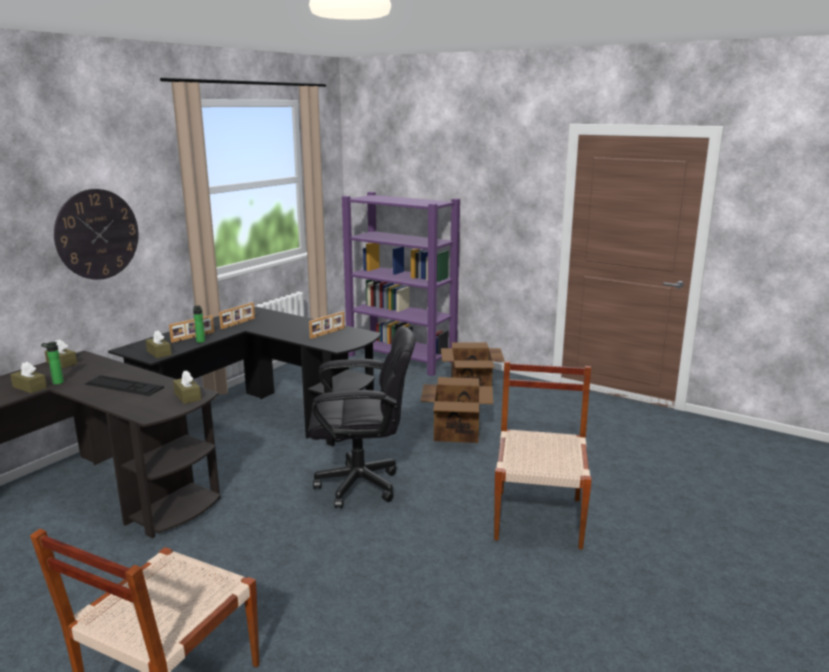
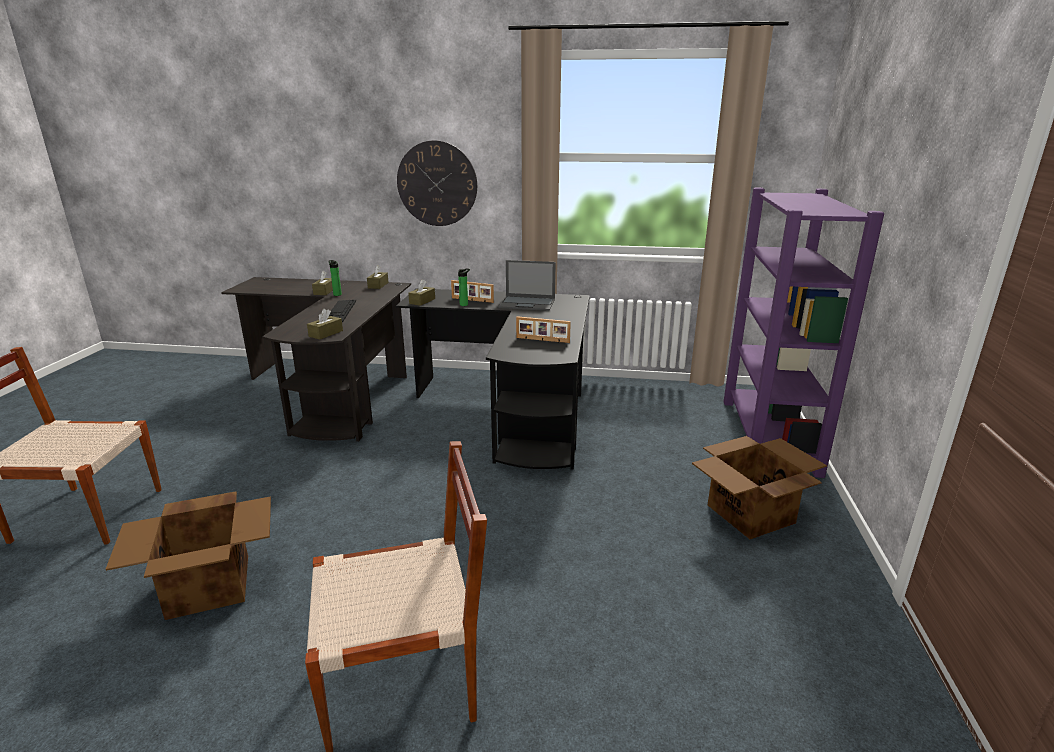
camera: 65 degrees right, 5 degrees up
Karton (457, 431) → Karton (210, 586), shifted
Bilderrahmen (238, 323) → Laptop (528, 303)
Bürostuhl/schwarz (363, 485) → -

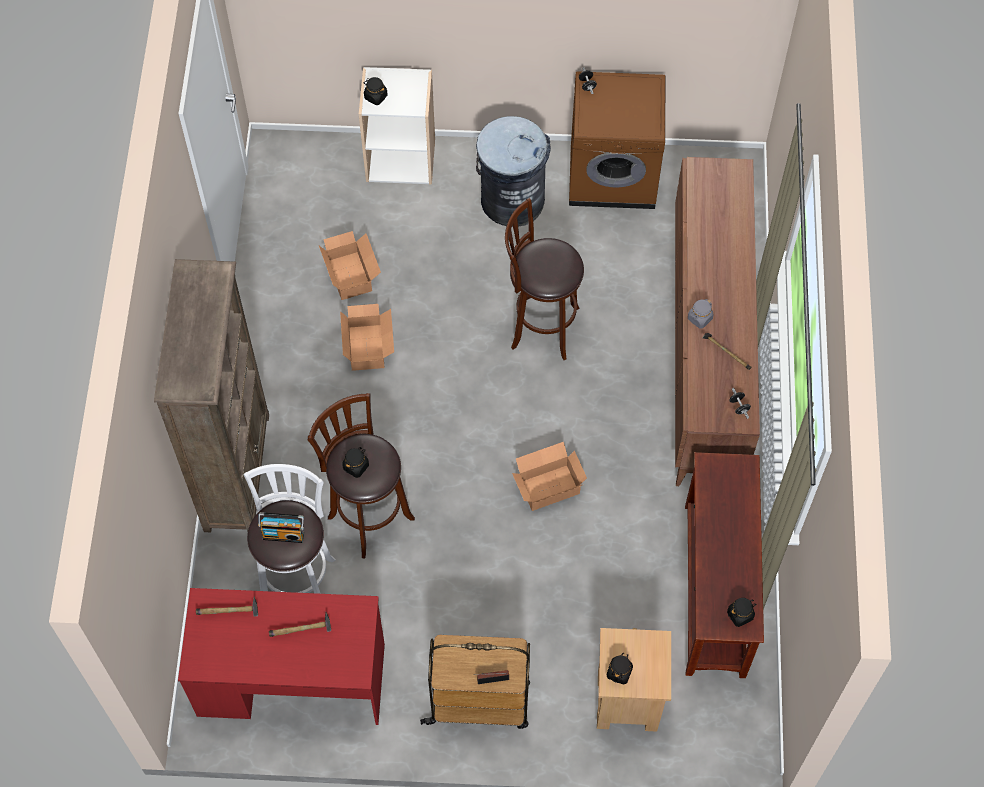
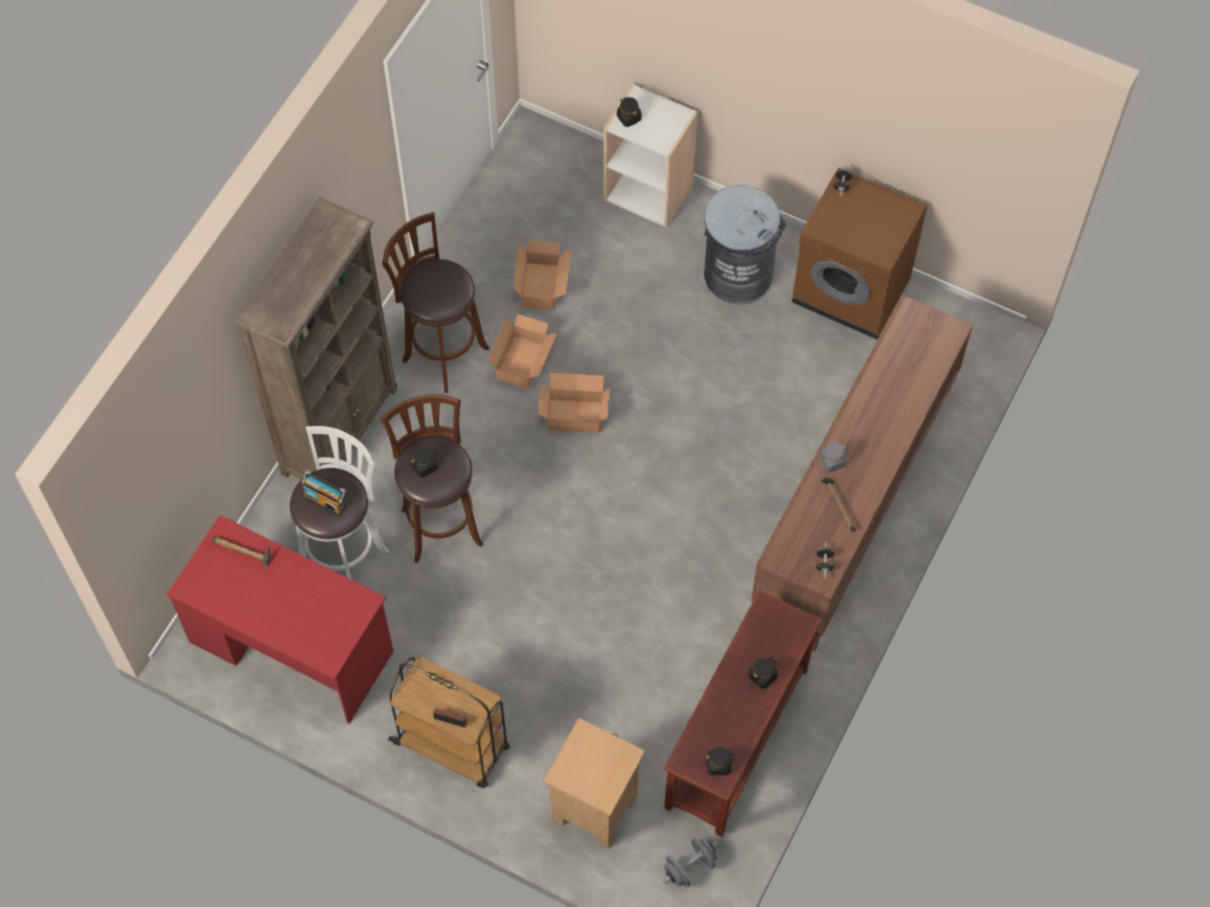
camera: 25 degrees right, 0 degrees up
Hocker/braun (540, 327) → Hocker/braun (442, 352), shifted
Karton (547, 486) → Karton (574, 413), shifted
- → Hantel/grau (690, 867)
Vorratsglas/schwarz (619, 672) → Vorratsglas/schwarz (762, 676), shifted
Hammer (302, 630) → -

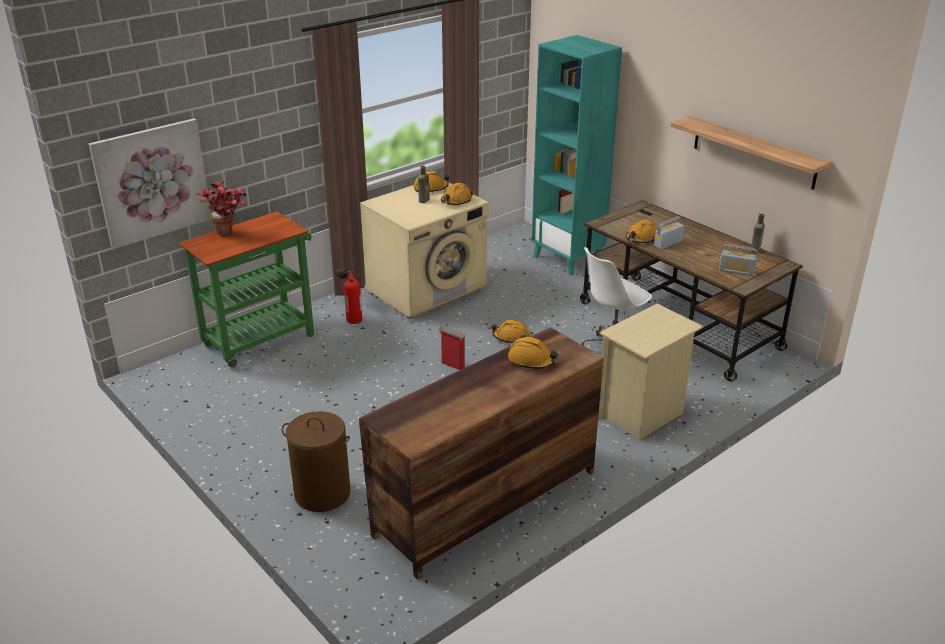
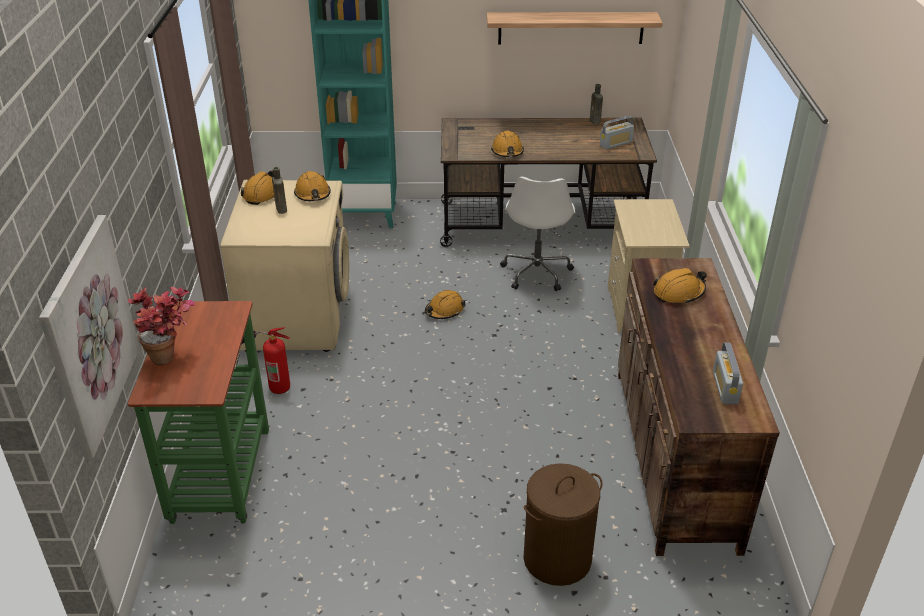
camera: 50 degrees left, 5 degrees up
Radio (668, 243) → Radio (725, 388), shifted
Karton (452, 365) → -

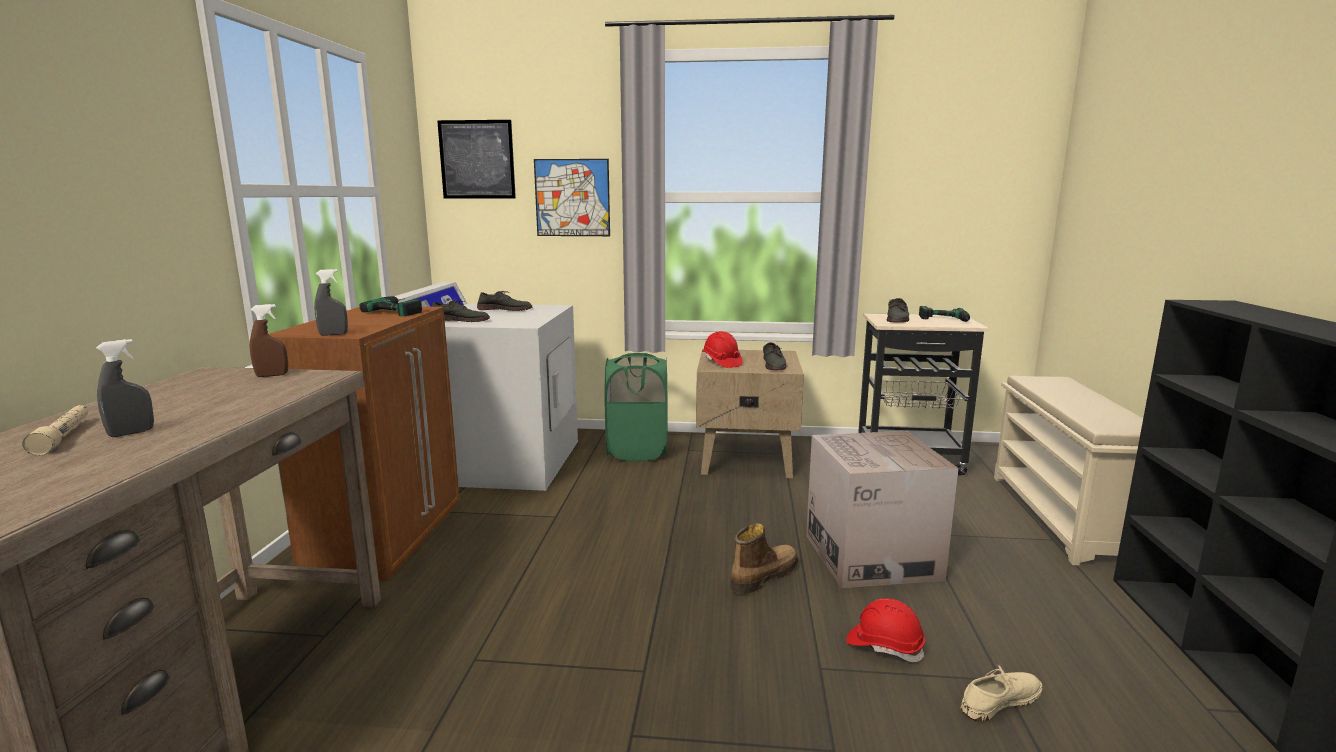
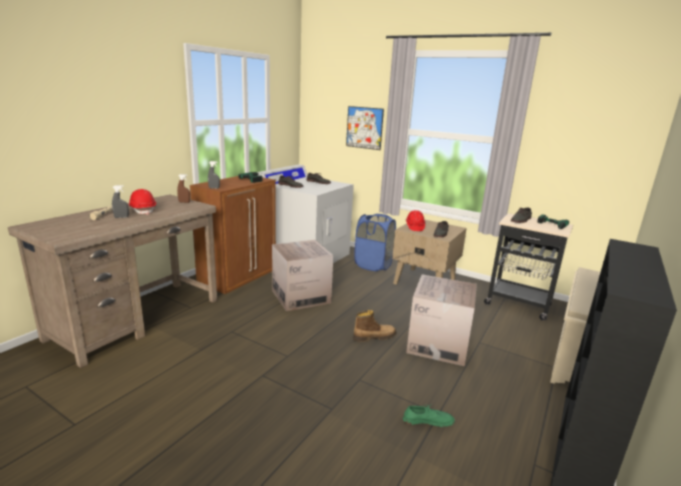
camera: 25 degrees right, 5 degrees up
Schutzhelm/rot (884, 646) → Schutzhelm/rot (143, 210), shifted
- → Karton (301, 296)
Wäschekorb/grün (637, 451) → Wäschekorb/blau (373, 265)
Schuh/beige (1000, 699) → Schuh/grün (428, 420)
Bild (477, 159) → -

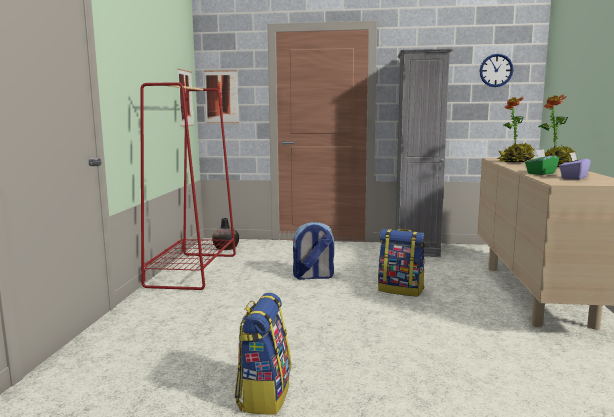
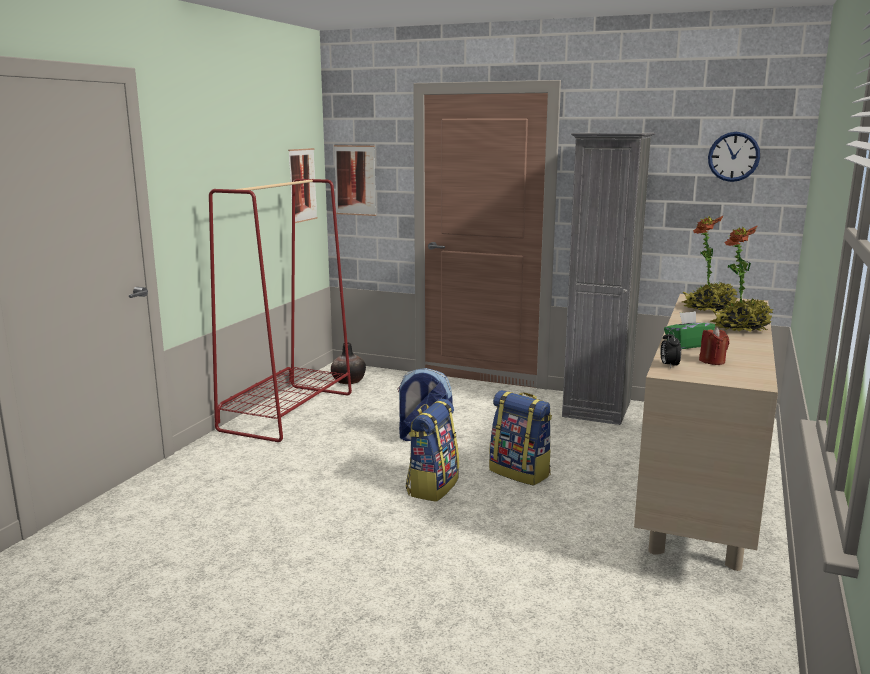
camera: 15 degrees right, 5 degrees up
Rucksack (263, 395) → Rucksack (432, 486), shifted
- → Wecker (669, 366)
Taschentuchbox/lila (573, 178) → Kerze/rot (712, 361)

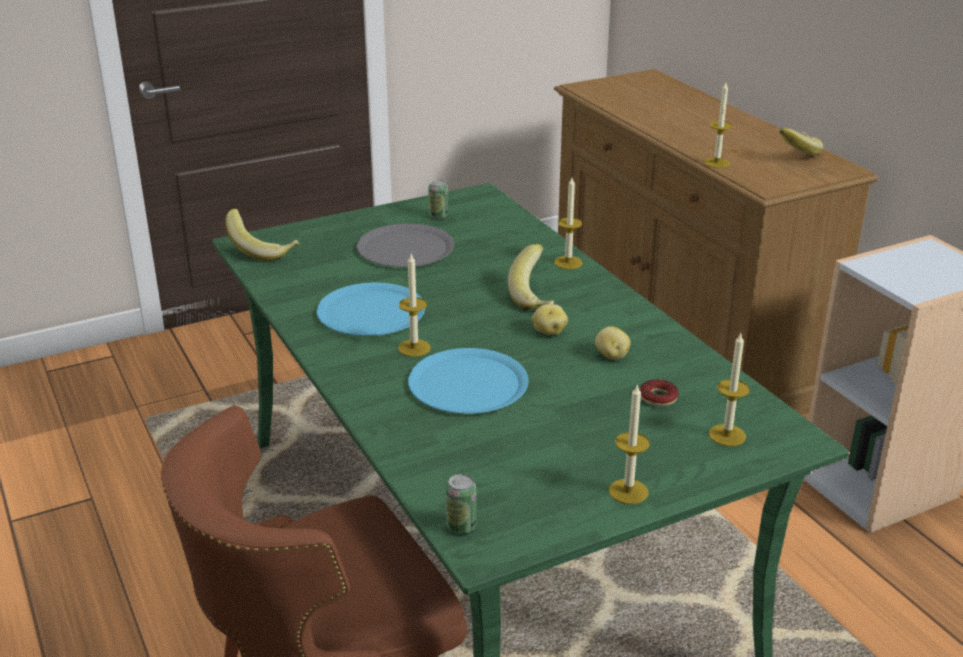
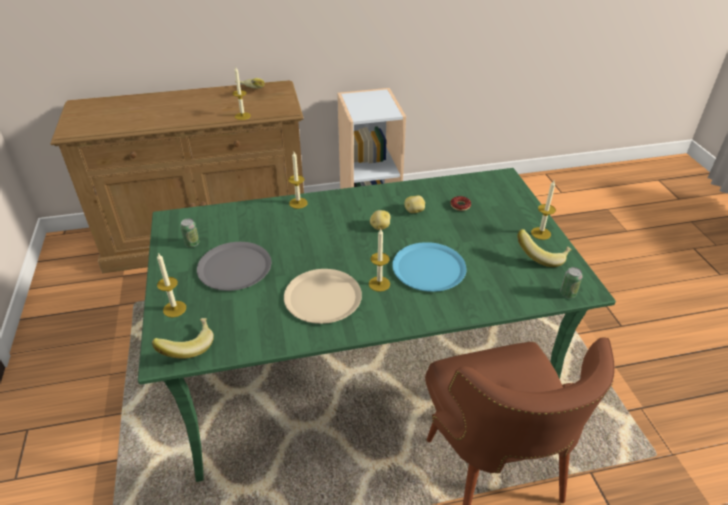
camera: 75 degrees left, 10 degrees up
Kerze (727, 435) → Kerze (174, 309), shifted
Teller/blau (371, 312) → Teller/beige (322, 297)
Banane (537, 297) → Banane (542, 256), shifted

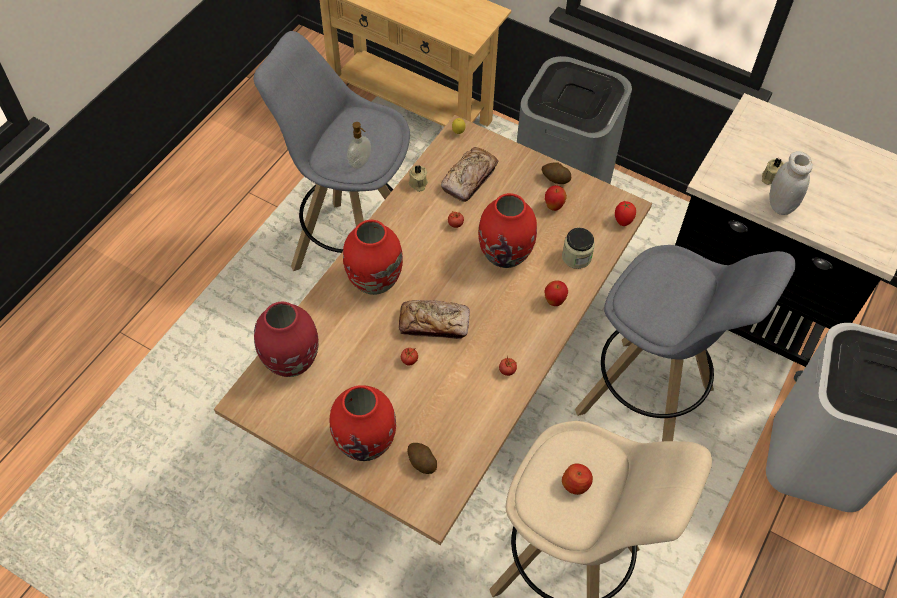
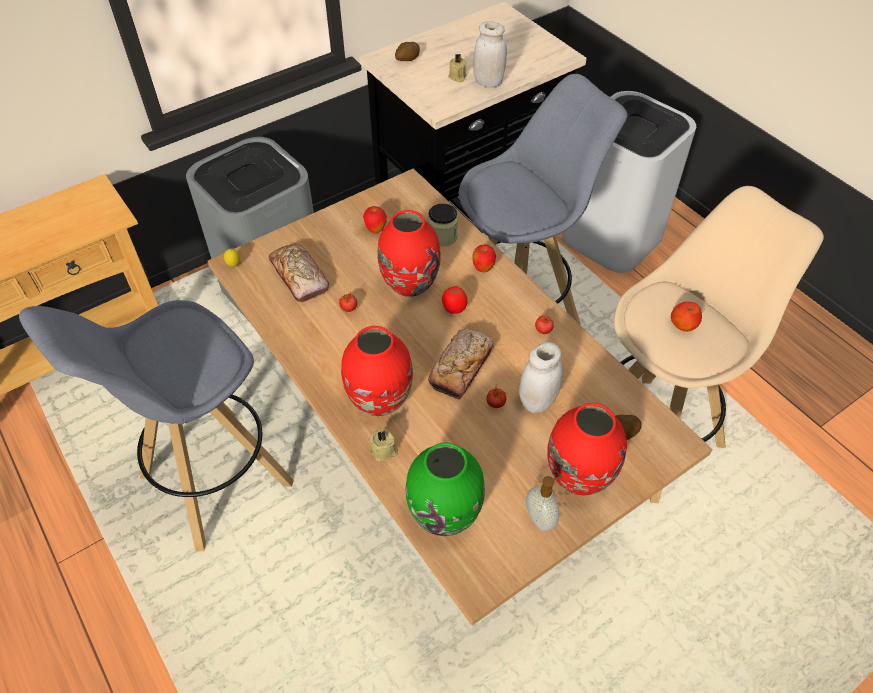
camera: 65 degrees left, 5 degrees down
Kerze/beige (418, 184) → Kerze/beige (384, 451), shifted
Kartoffel (555, 179) → Kartoffel (407, 59), shifted
Vase/rot (292, 361) → Vase/grün (445, 514)
Tomate (623, 221) → Tomate (454, 309), shifted
- → Vorratsglas/weiß (537, 401)
Seifenspender (360, 163) → Seifenspender (541, 518), shifted

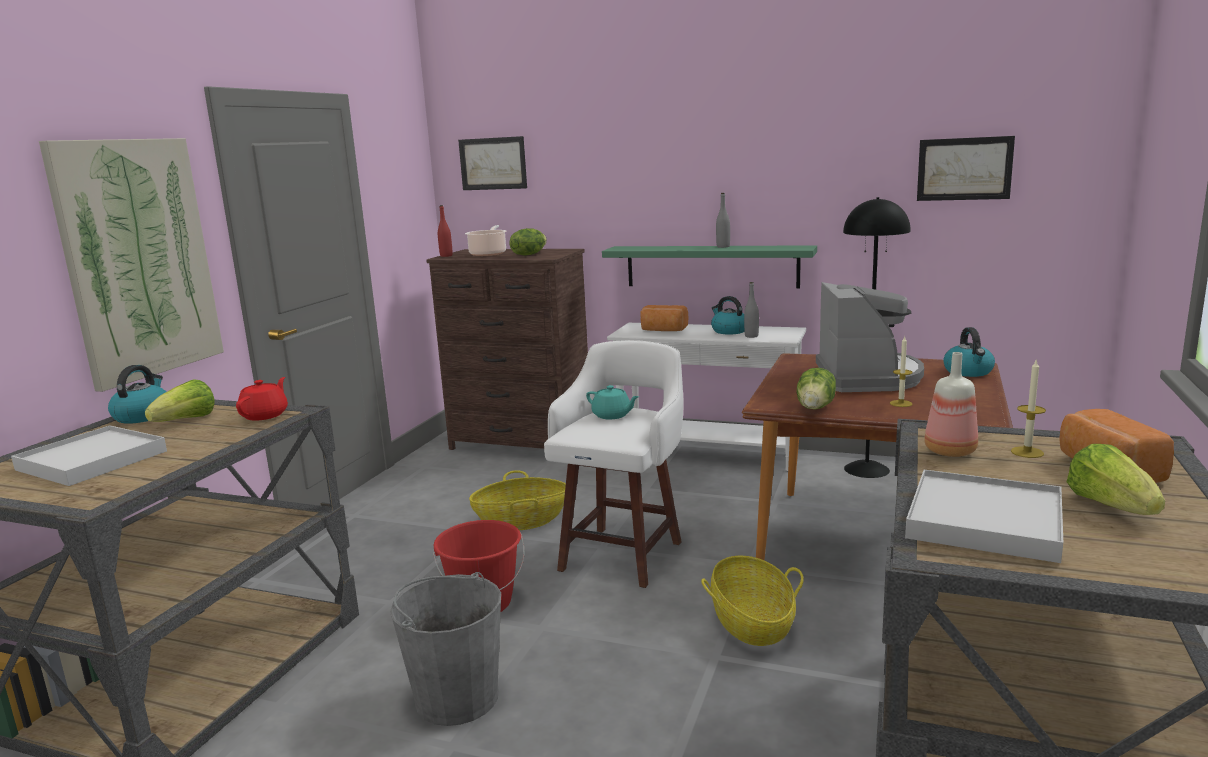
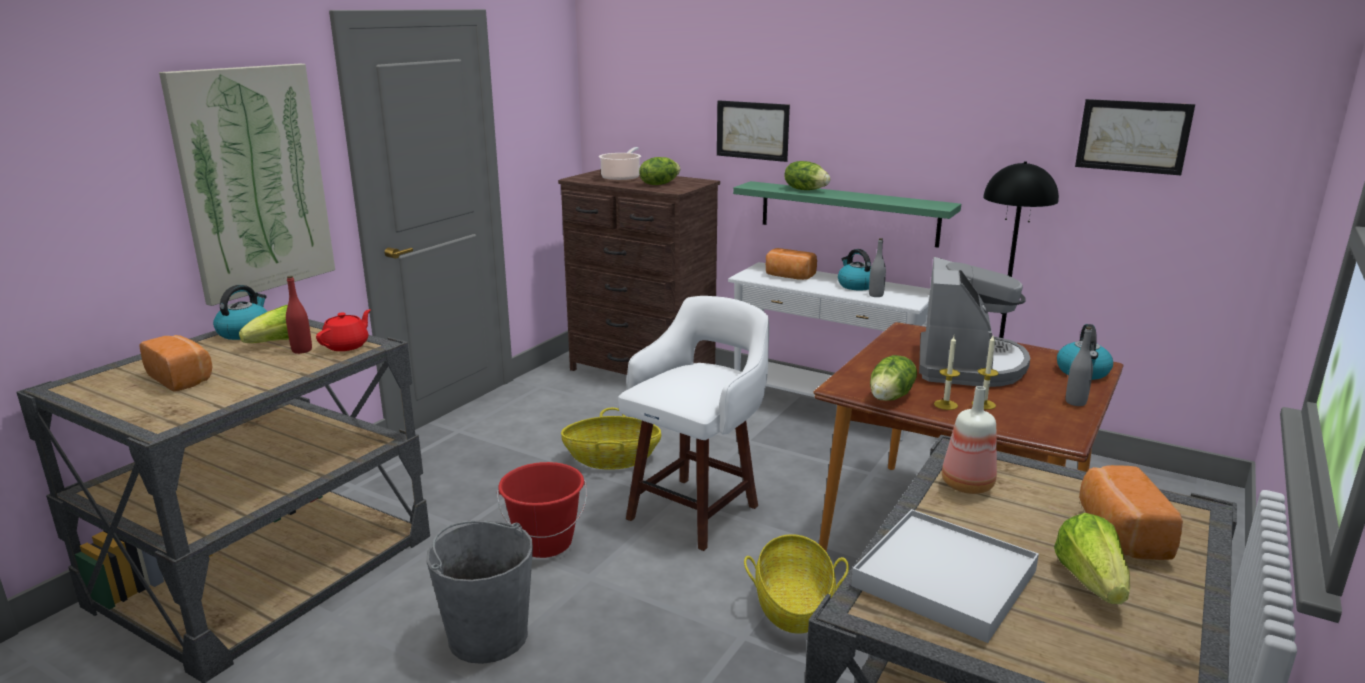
camera: 10 degrees right, 5 degrees up
Tablett/weiß (92, 461) → Brot (182, 378)
Flasche/rot (446, 256) → Flasche/rot (302, 350), shifted
Bild (493, 163) → Bild (752, 130), shifted
- → Salatkopf (805, 190)
Kerze (1027, 452) → Kerze (945, 405), shifted
Flasche/grau (723, 246) → Flasche/grau (1075, 402), shifted
Teekanne/türkis (612, 415) → -

